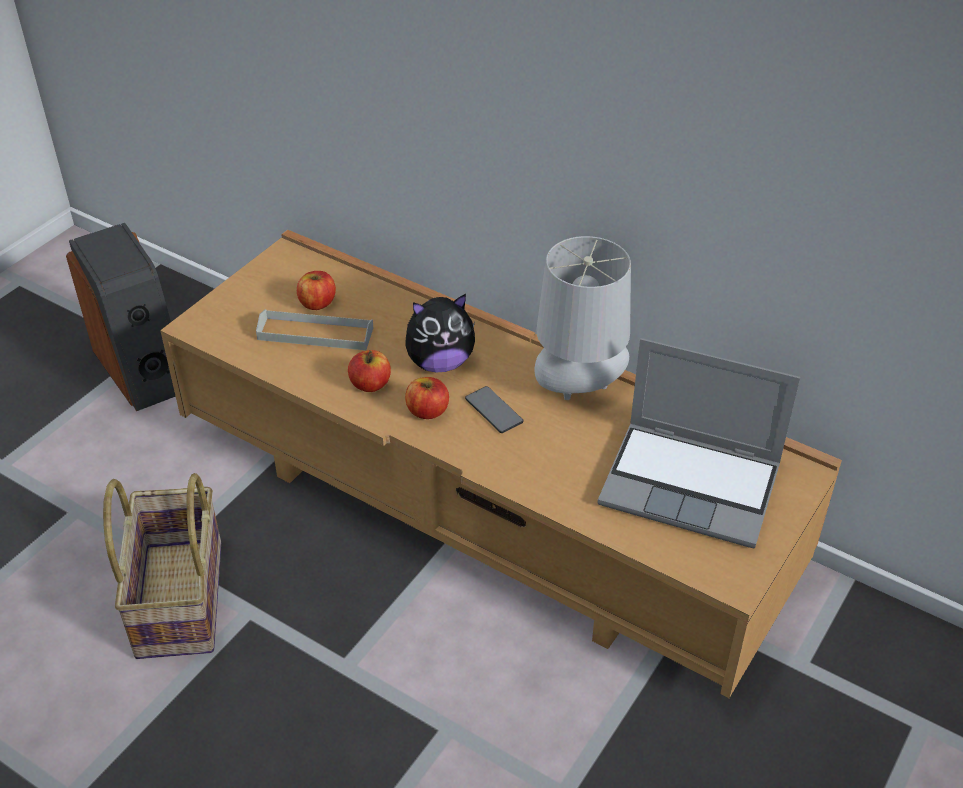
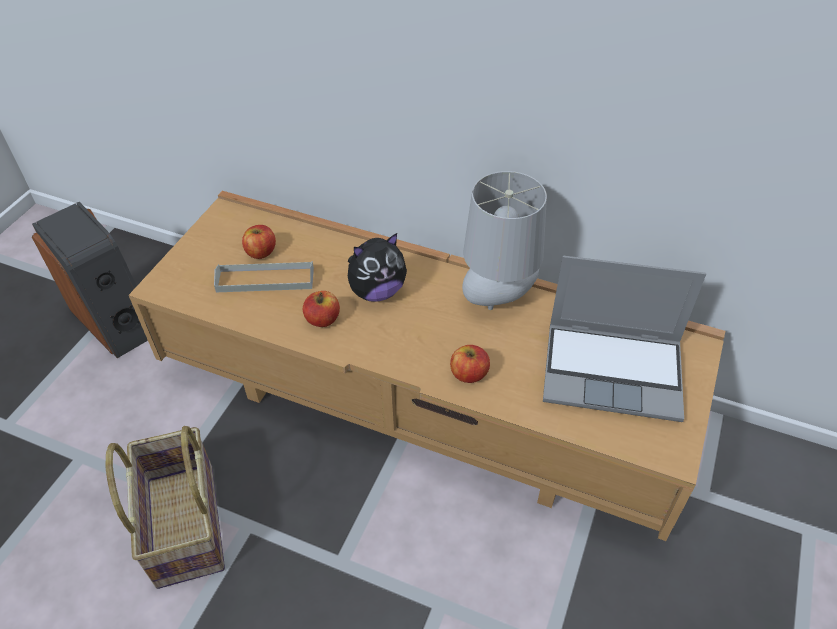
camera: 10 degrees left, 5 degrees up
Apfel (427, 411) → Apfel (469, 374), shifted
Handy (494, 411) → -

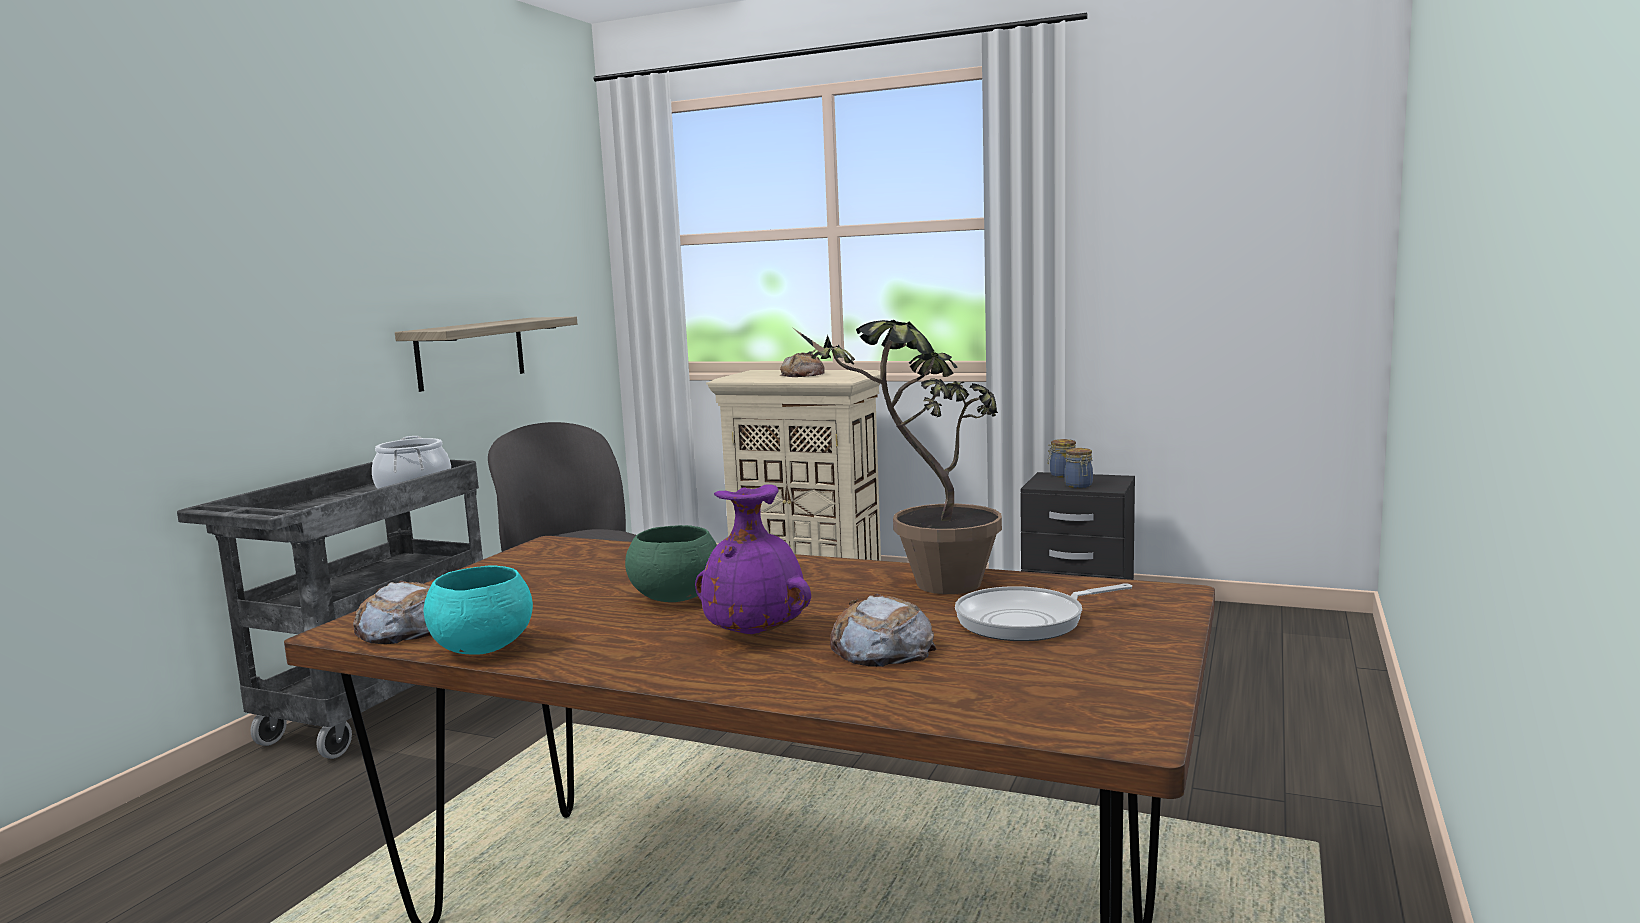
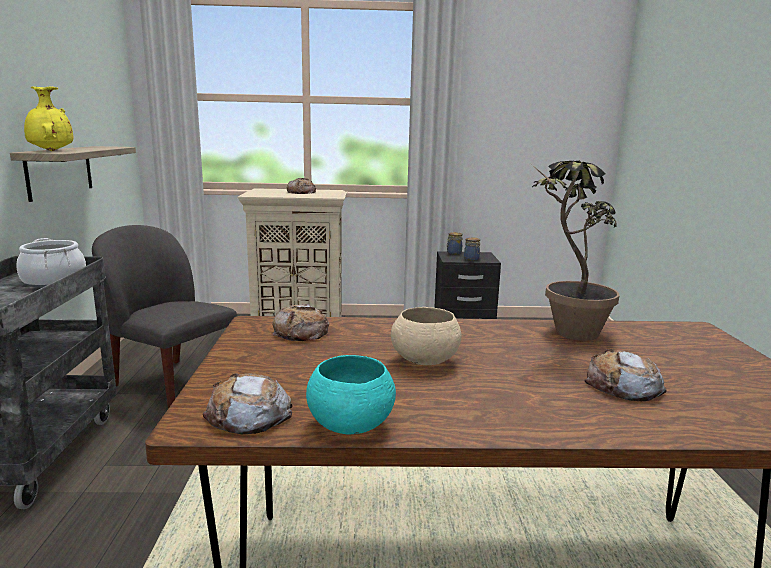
camera: 25 degrees left, 5 degrees up
- → Vase/gelb (50, 151)
- → Brot (301, 331)
Schüssel/grün (675, 598) → Schüssel/beige (425, 361)
Vase/lila (756, 633) → -
Pfanne (1027, 621) → -

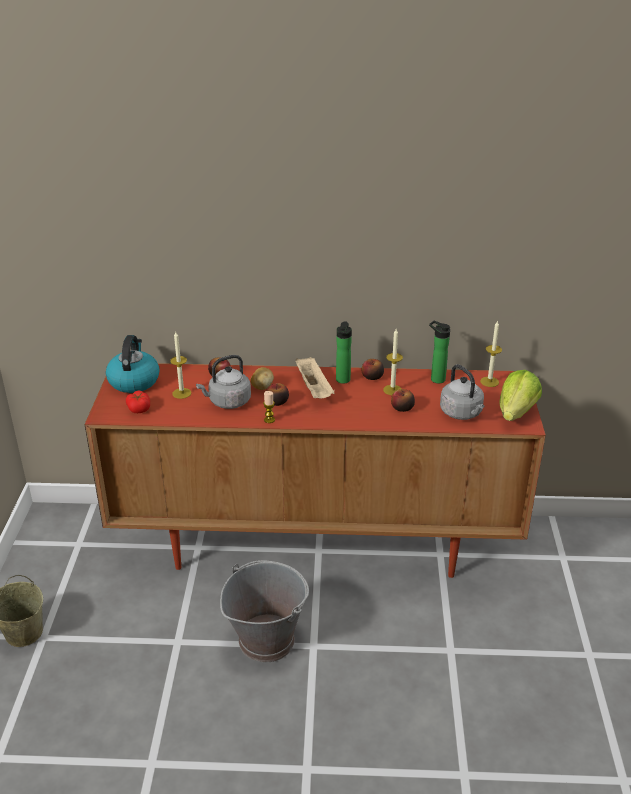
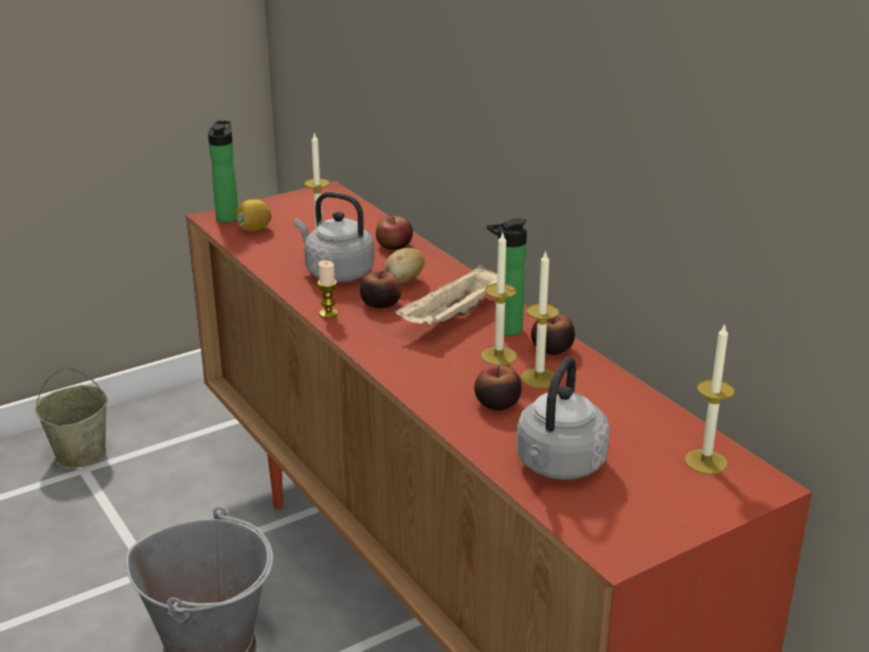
camera: 55 degrees right, 5 degrees down
Flasche (436, 379) → Flasche (228, 216), shifted
Tomate (139, 408) → Zitrone (254, 229)
- → Kerze (498, 356)
Wasserkessel (134, 381) → -
Salatkopf (516, 413) → -

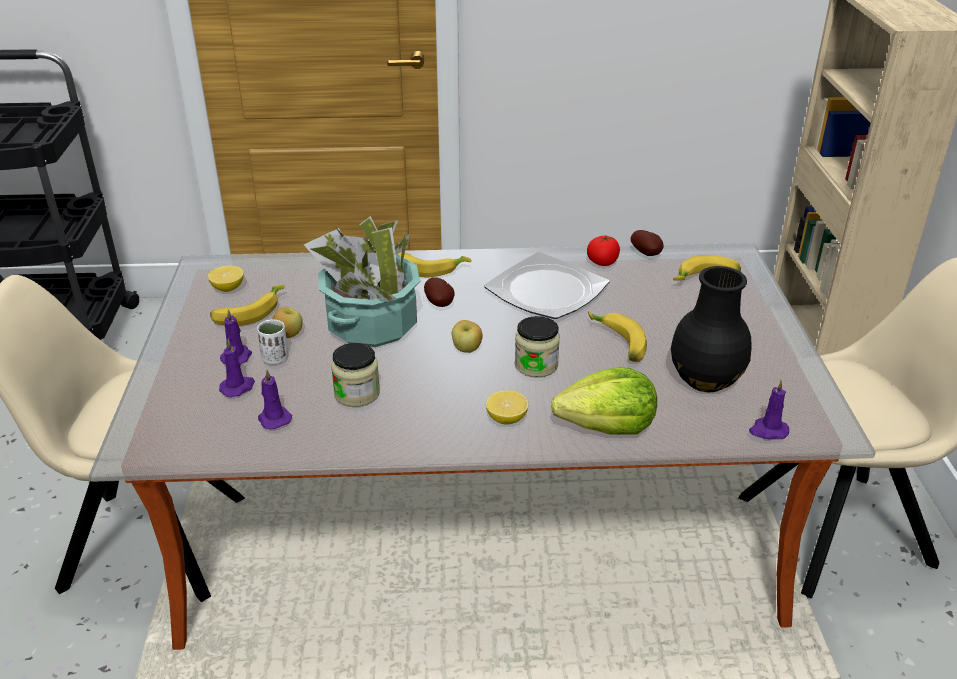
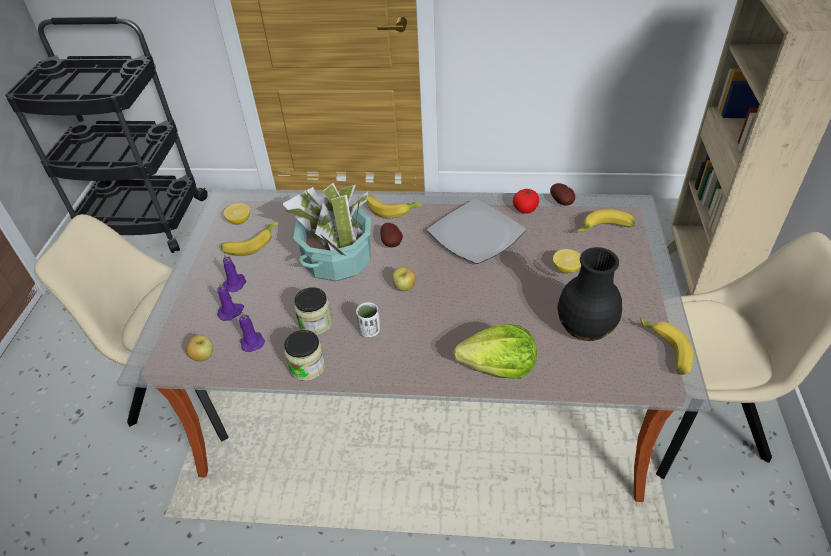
camera: 10 degrees right, 10 degrees up
Apfel (288, 335) → Apfel (203, 356), shifted
Vorratsglas (536, 365) → Vorratsglas (307, 367), shifted
Tasse/weiß (275, 358) → Tasse/weiß (370, 331), shifted
Zitrone (506, 419) → Zitrone (566, 268), shifted
Banane (616, 344) → Banane (664, 351), shifted
Kerze/lila (768, 431) → -

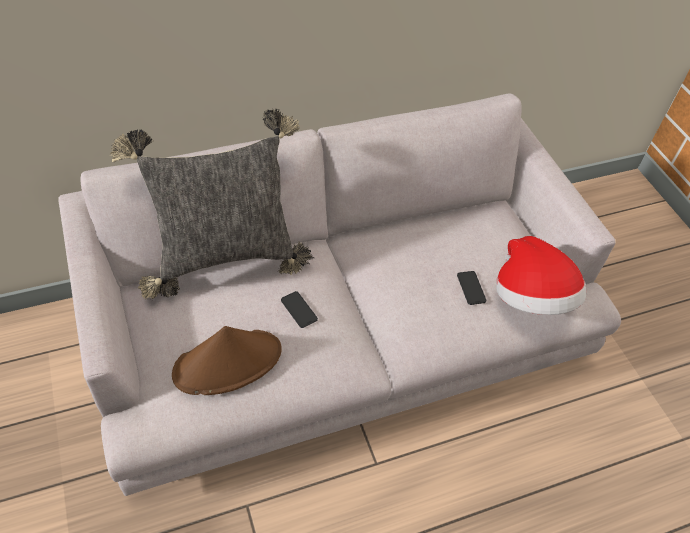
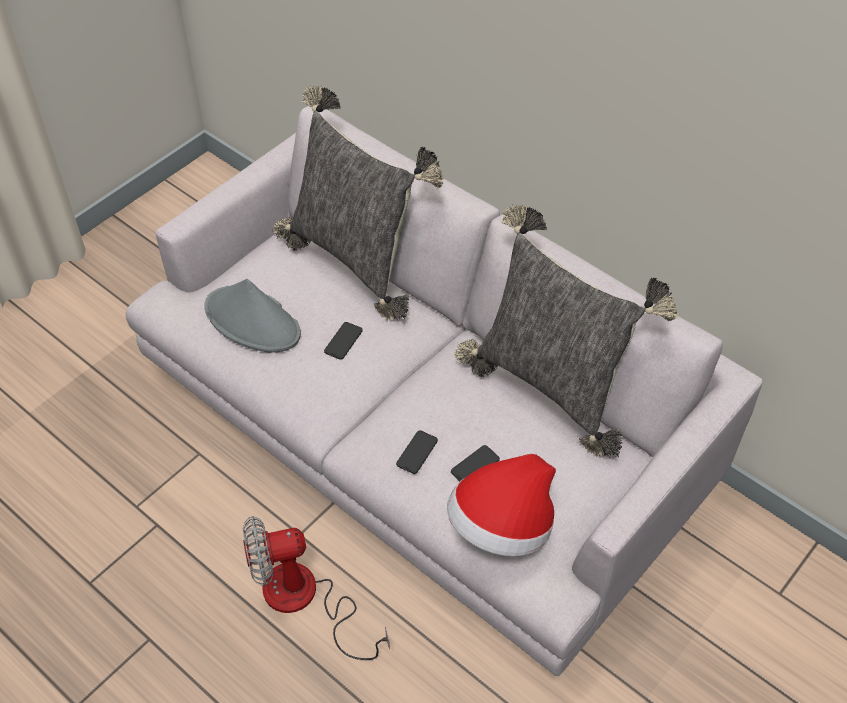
camera: 65 degrees right, 0 degrees up
Hut/braun (228, 362) → Hut/grau (253, 321)
- → Ventilator (305, 600)
- → Handy (417, 452)
- → Kissen (553, 392)

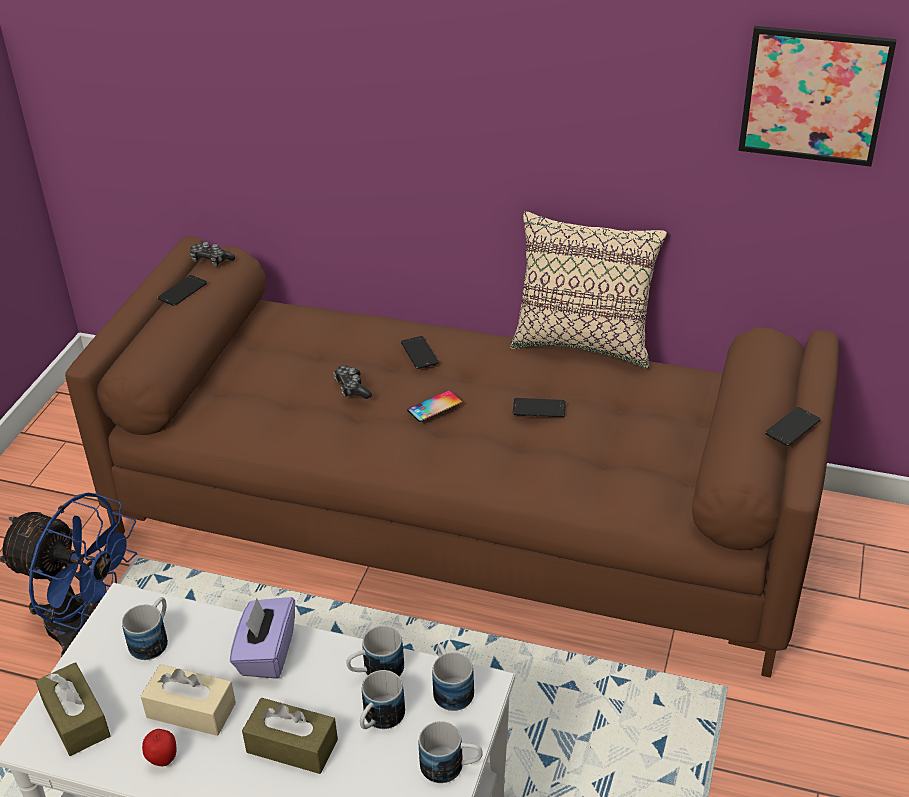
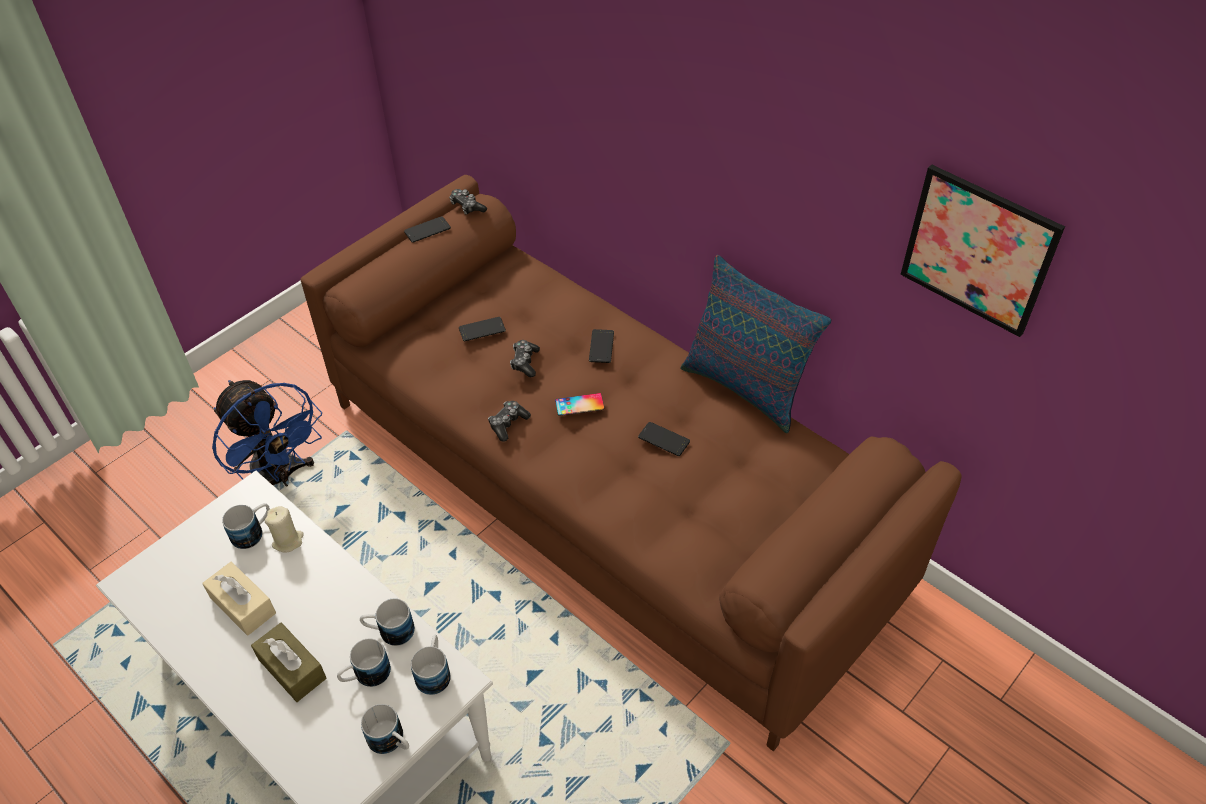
camera: 25 degrees right, 10 degrees up
- → Kerze/beige (288, 541)
Handy (792, 427) → Handy (482, 329), shifted
- → Gamepad (508, 424)
Kissen/beige (583, 346) → Kissen/blau (745, 389)
Taschentuchbox/braun (76, 719) → -
Apfel (163, 760) → -
Taschentuchbox/lila (266, 653) → -

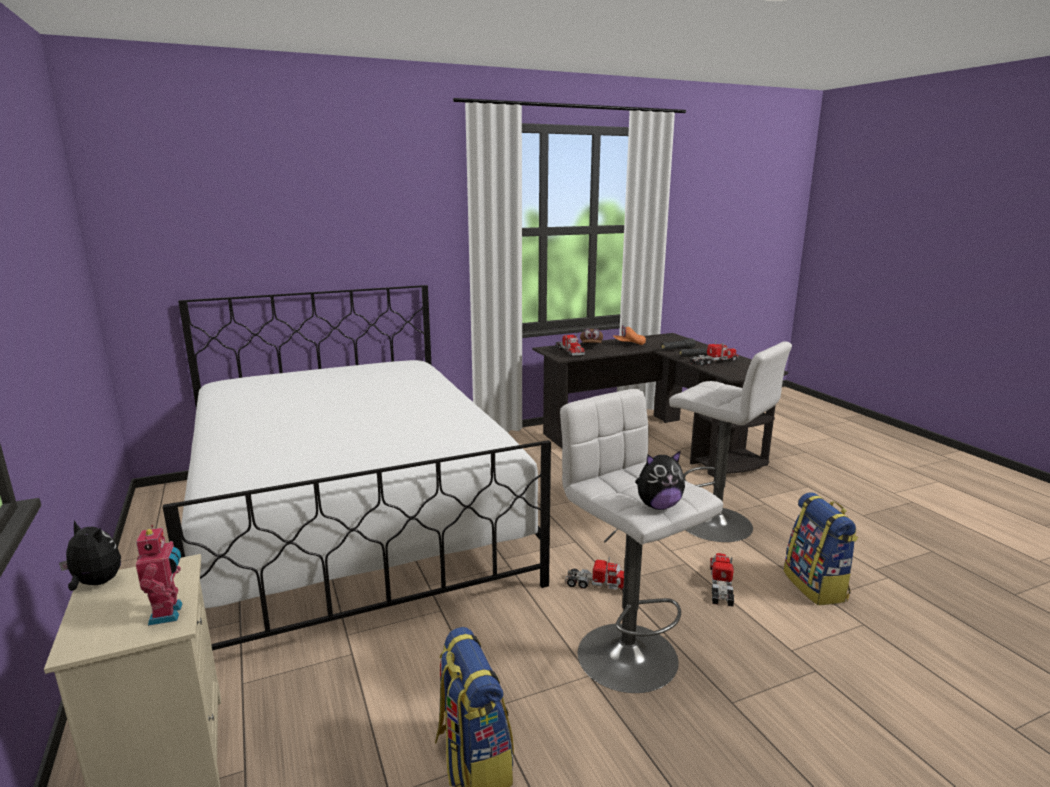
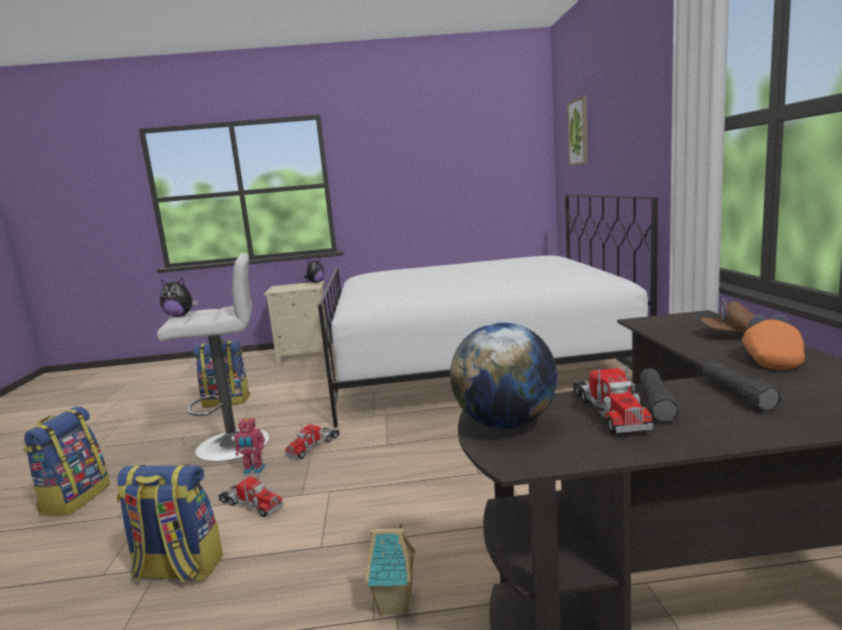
camera: 110 degrees right, 5 degrees down
- → Rucksack (75, 499)
Plüschtier (658, 506) → Plüschtier (180, 316), 90 degrees counterclockwise
Spielzeugroboter (168, 613) → Spielzeugroboter (254, 470), shifted
- → Spielzeughaus (396, 605)
- → Globus (505, 423)
- → Bild (579, 132)
Spielzeuglaster (569, 351) → -
Hocker/weiß (715, 524) → -

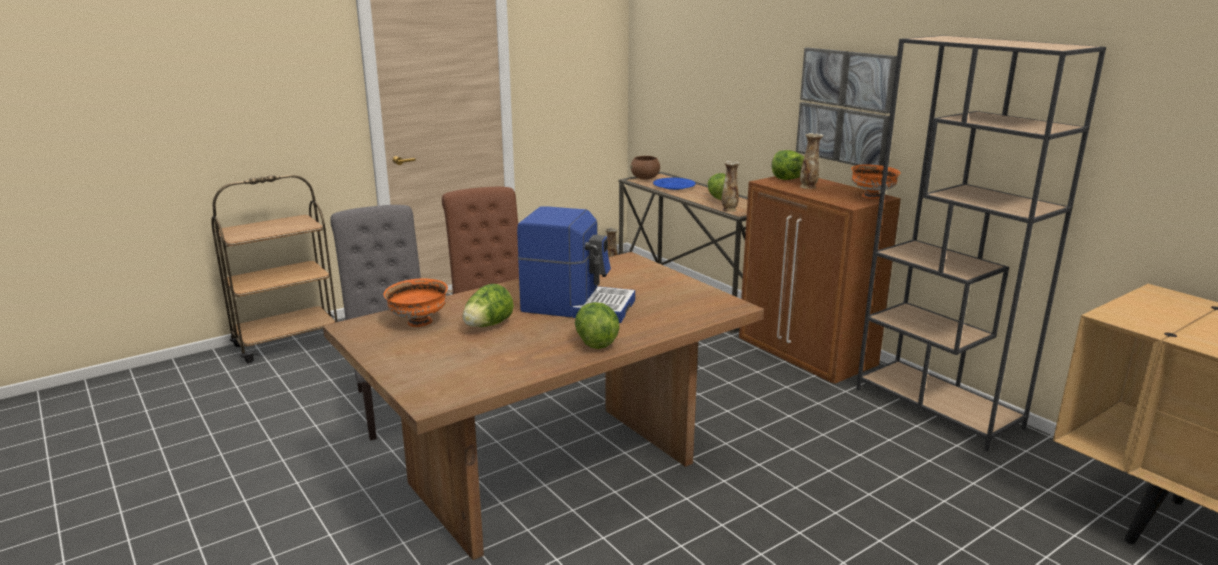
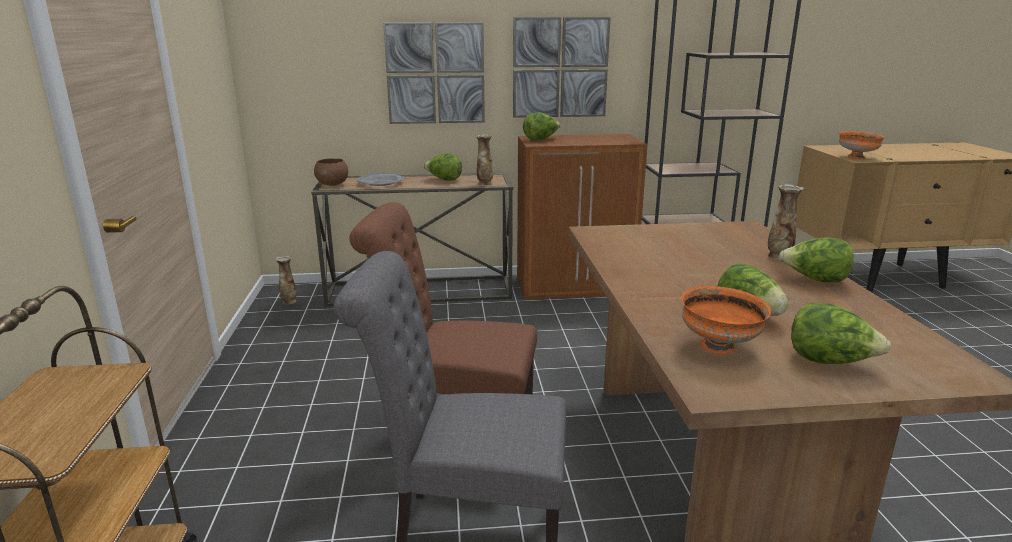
camera: 60 degrees left, 0 degrees up
Teller/blau (674, 186) → Teller/grau (381, 182)
- → Bild (435, 73)
Vase (808, 187) → Vase (779, 256), shifted
- → Salatkopf (830, 362)
Schüssel/orange (872, 196) → Schüssel/orange (857, 157), shifted
Kaffeemaschine (577, 305) → -

